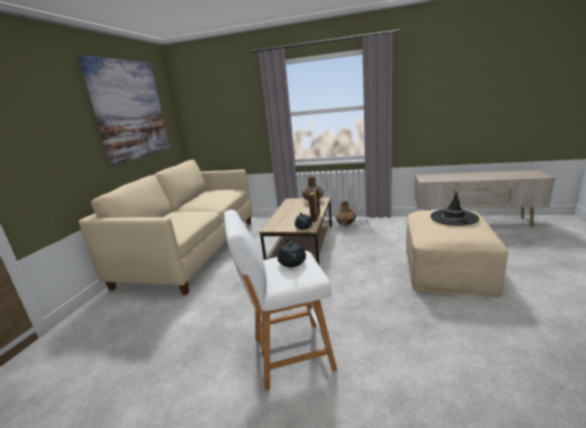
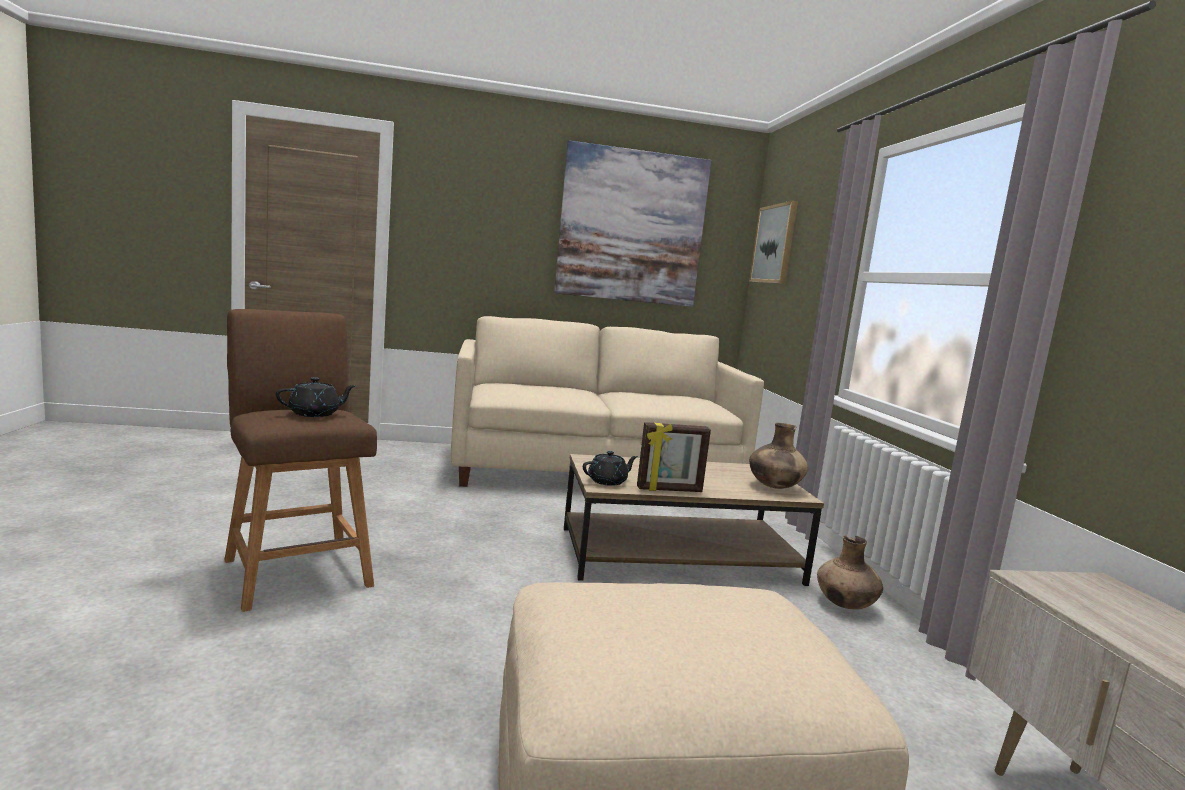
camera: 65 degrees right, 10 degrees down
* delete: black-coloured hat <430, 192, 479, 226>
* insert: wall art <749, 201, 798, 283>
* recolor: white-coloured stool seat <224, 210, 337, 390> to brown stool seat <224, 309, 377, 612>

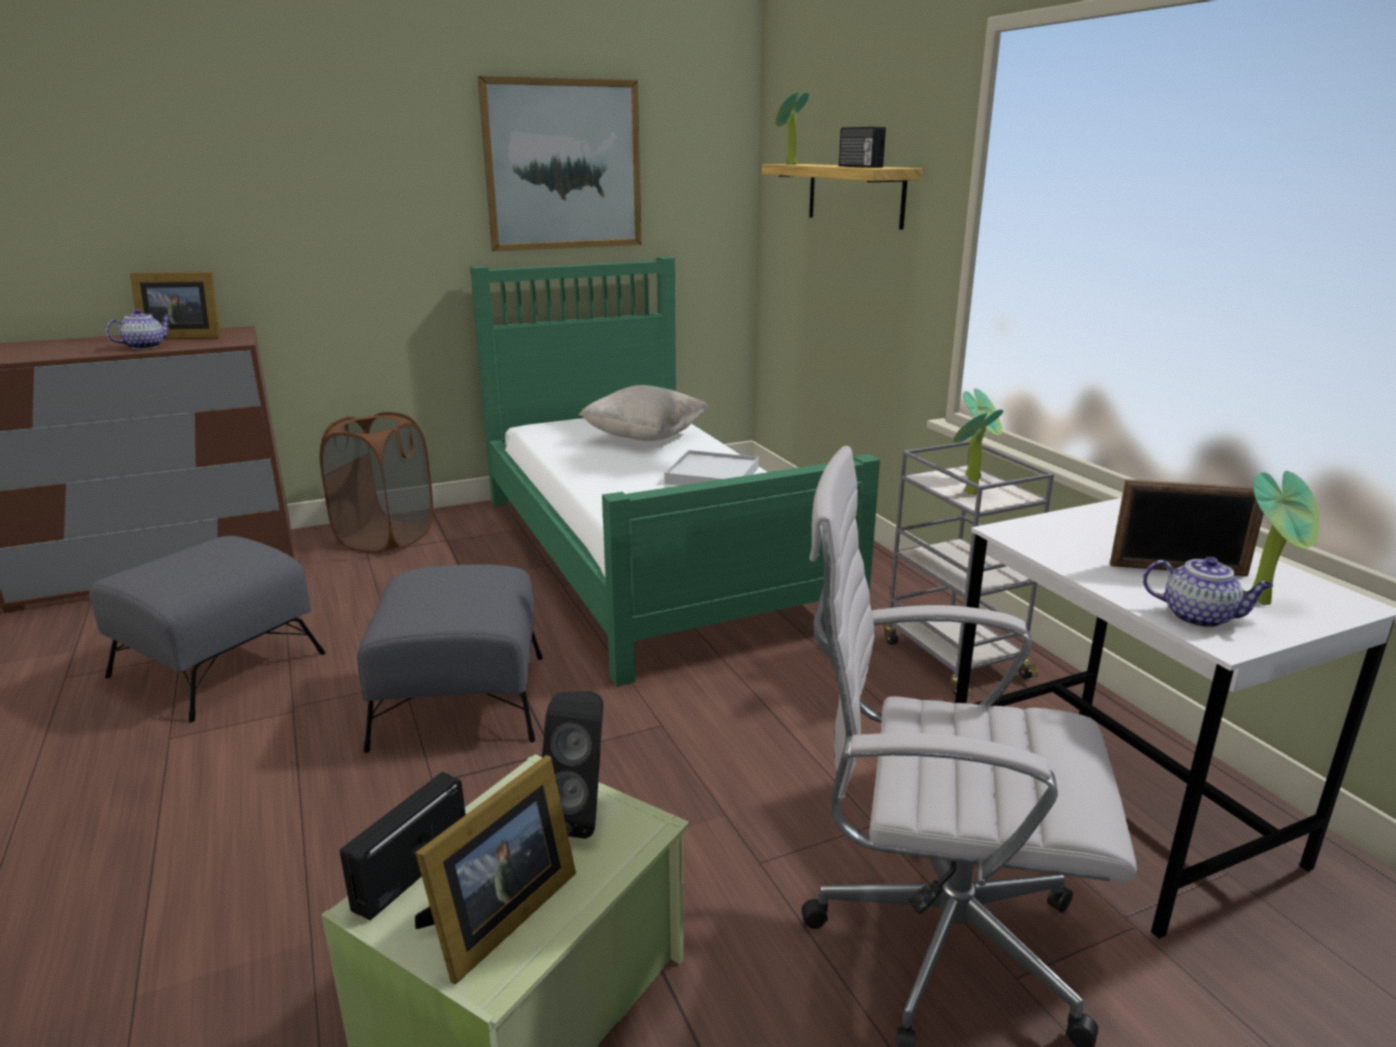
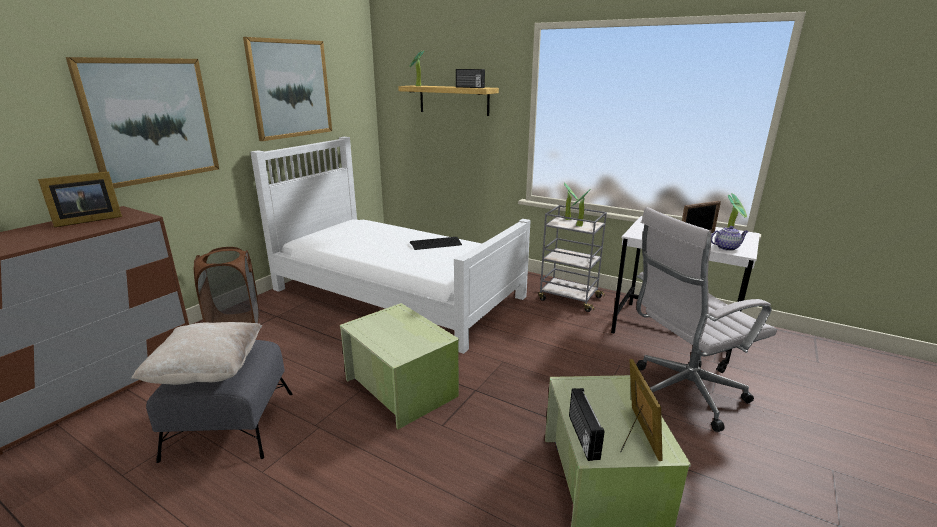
camera: 35 degrees left, 0 degrees up
* delete: tea pot <106, 309, 172, 349>
* delete: black-coloured loudspeaker <542, 691, 603, 839>
* insert: wall art <66, 57, 219, 189>
* move: sand-coloured cushion <579, 385, 708, 441> to <131, 322, 262, 385>
* replace: greyish pouffe <357, 564, 543, 753> to green storage box <340, 303, 459, 430>
* replace: white-coloured tray <664, 450, 759, 486> to computer keyboard <410, 237, 462, 250>
* recolor: green sleeping bed <470, 257, 880, 687> to white-coloured sleeping bed <250, 137, 531, 354>

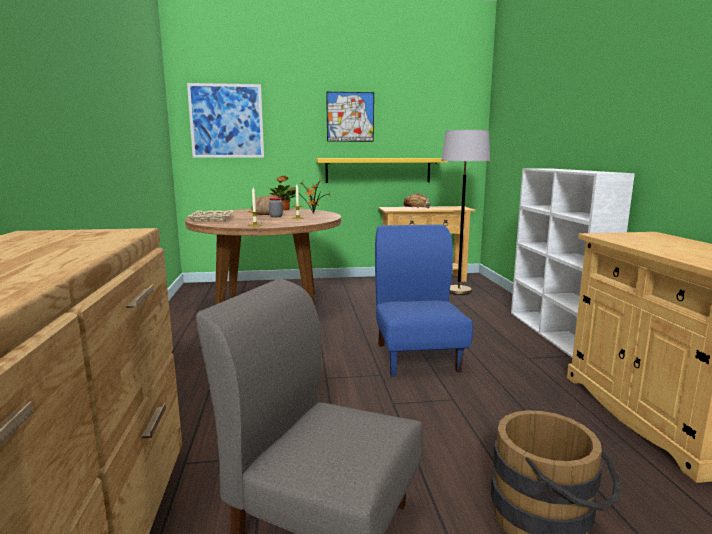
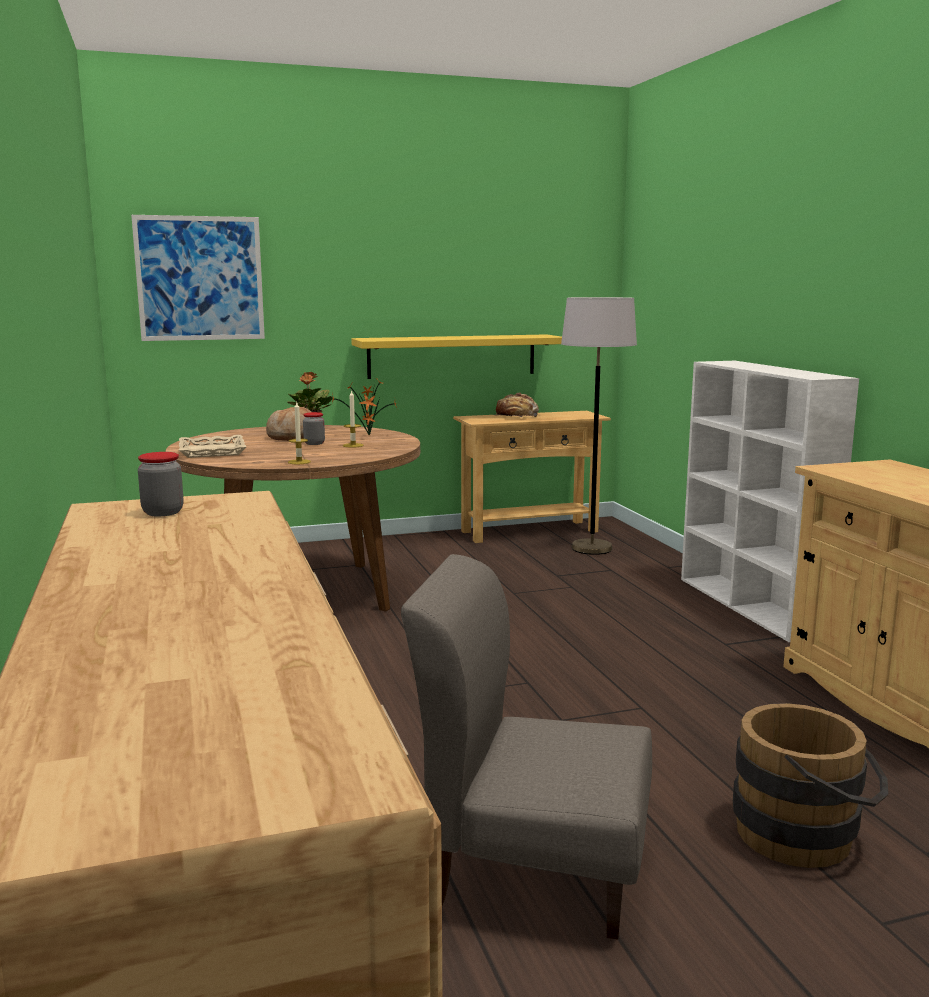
camera: 10 degrees left, 0 degrees up
* delete: wall art <326, 92, 374, 142>
* delete: bluish chair <375, 224, 473, 377>
* insert: storage jar <138, 452, 183, 516>

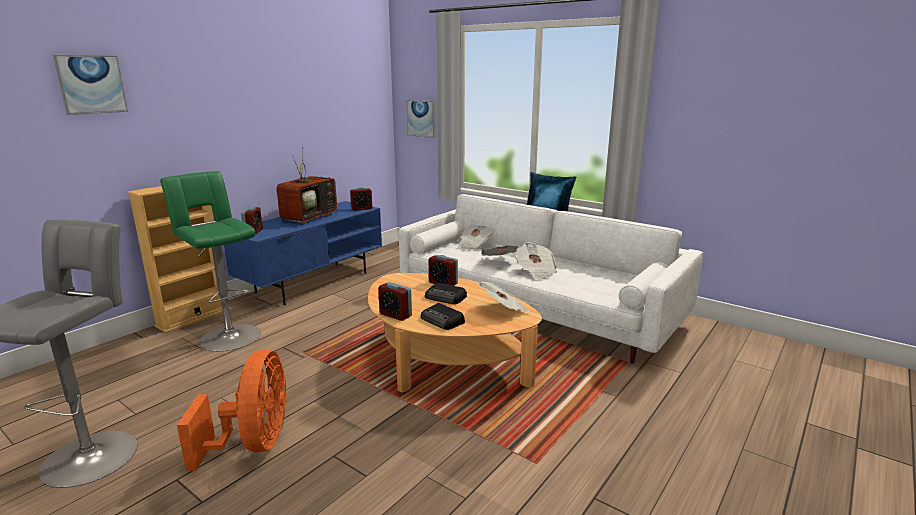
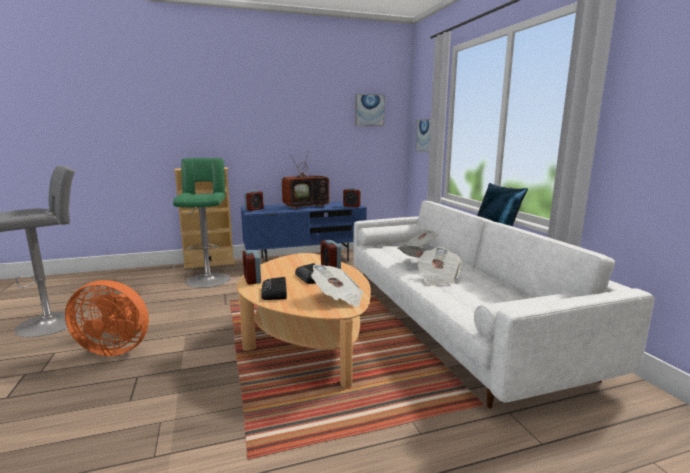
camera: 35 degrees right, 5 degrees down
* move: wall art <53, 55, 128, 115> to <355, 94, 385, 126>
* rotate: orange fan <177, 350, 287, 471> = <65, 280, 149, 356> 60 degrees clockwise

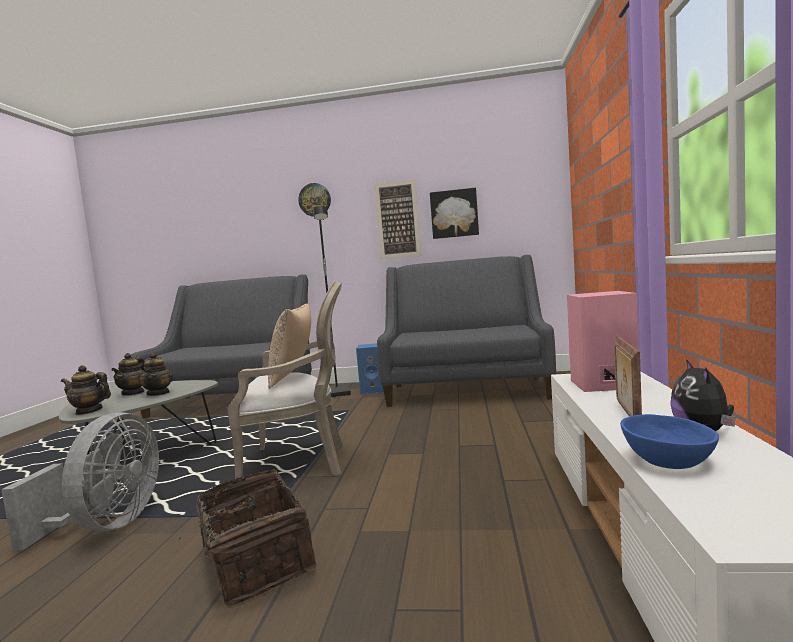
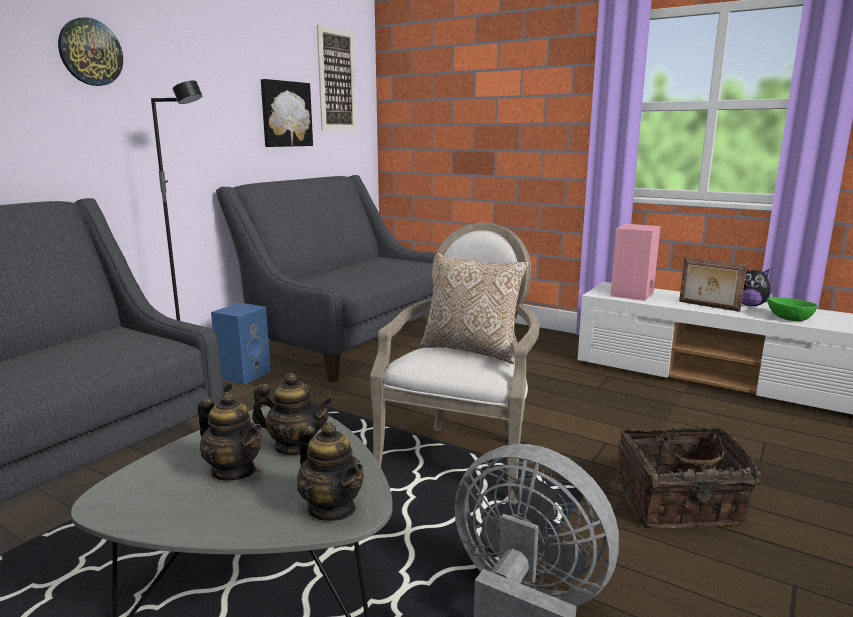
camera: 65 degrees left, 10 degrees up
* move: wall art <374, 179, 422, 260> to <317, 25, 357, 130>
* recolor: bluish serving bowl <620, 414, 719, 469> to green serving bowl <768, 297, 818, 321>
* rotate: tea pot <61, 365, 111, 415> = <297, 422, 364, 521> 75 degrees counterclockwise

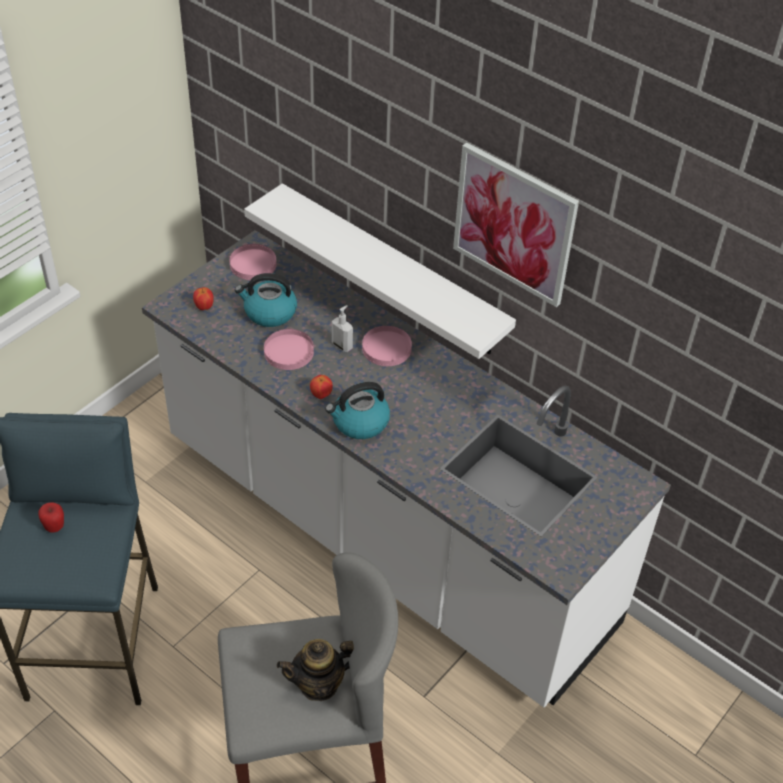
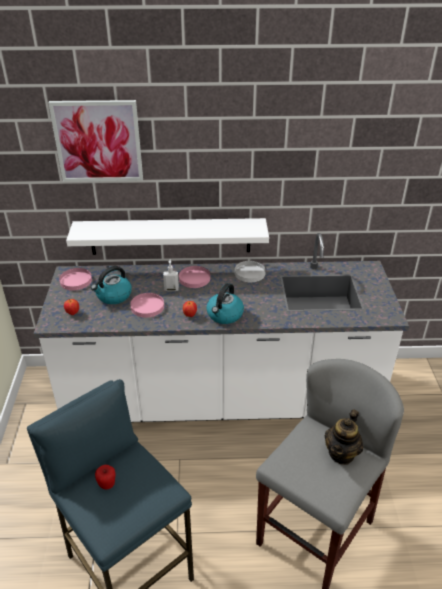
camera: 40 degrees left, 10 degrees down
* insert: white-coloured flat dish <235, 261, 266, 282>
* move: wall art <453, 143, 579, 307> to <48, 100, 143, 182>

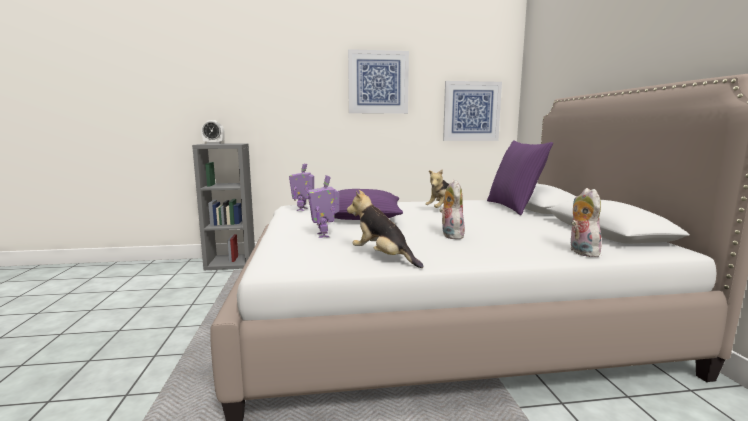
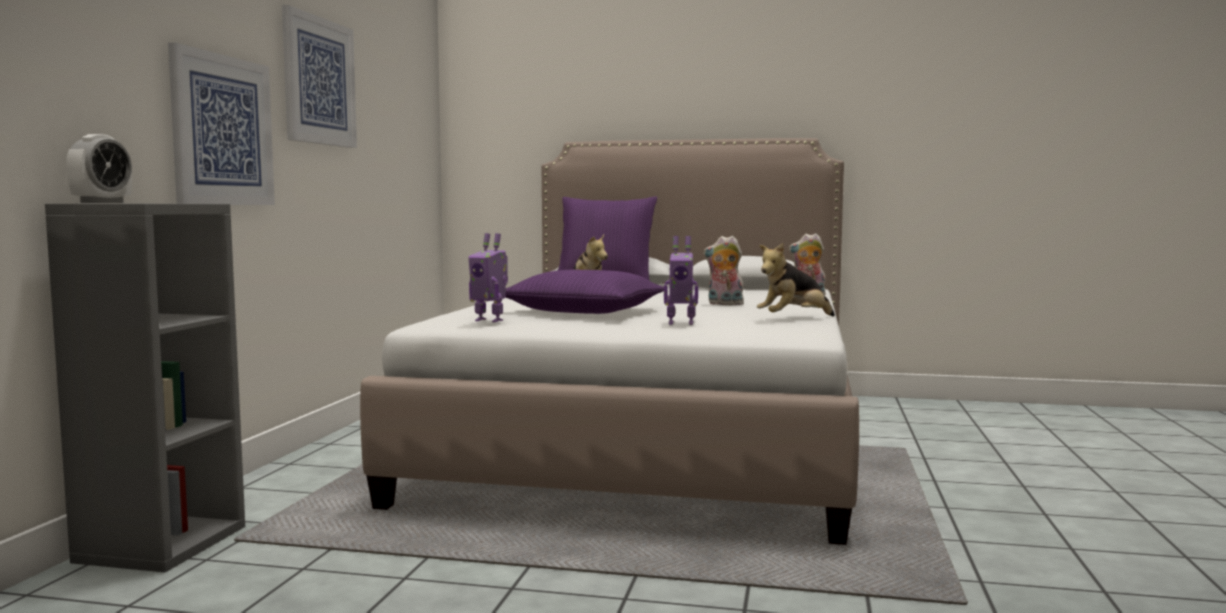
camera: 70 degrees left, 5 degrees down
* move: wall art <443, 81, 502, 141> to <168, 42, 275, 205>

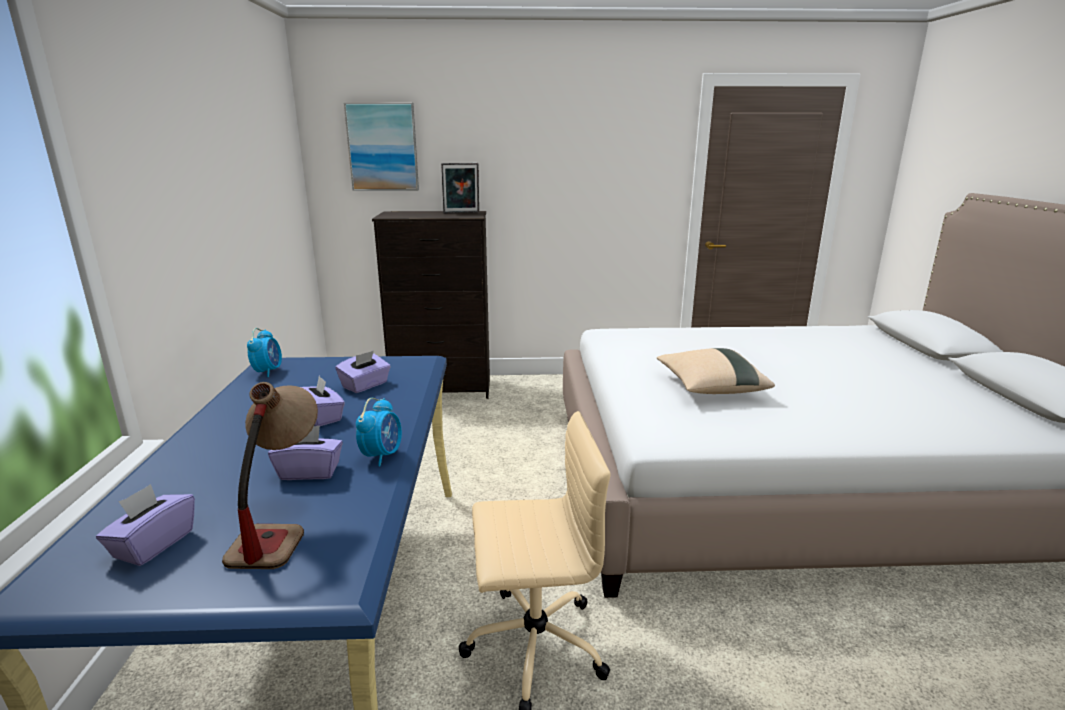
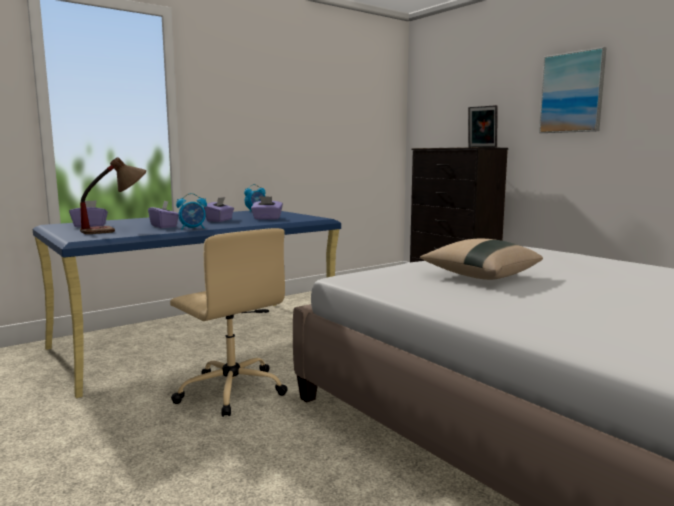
camera: 55 degrees right, 10 degrees down
* move: wall art <344, 103, 419, 191> to <539, 47, 607, 133>

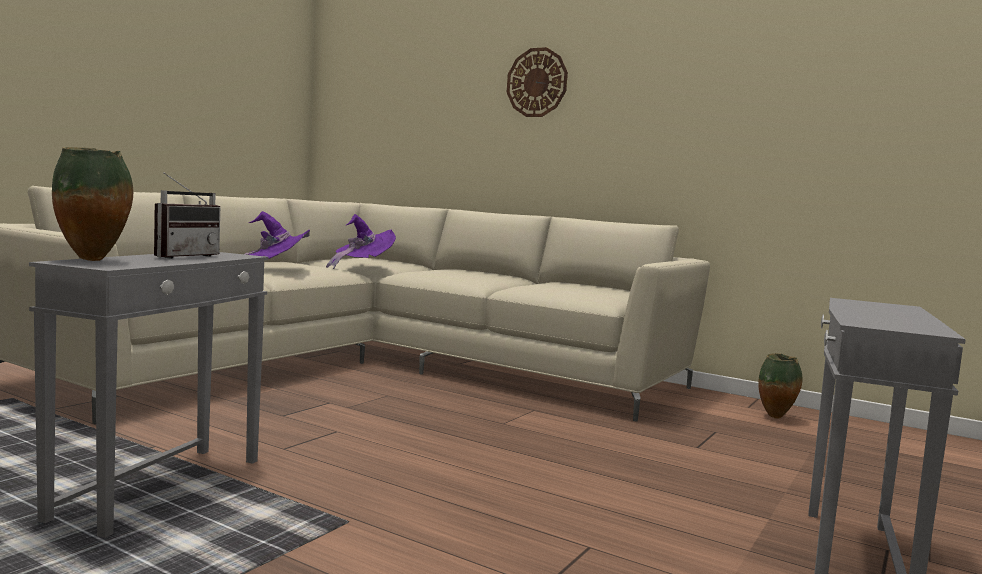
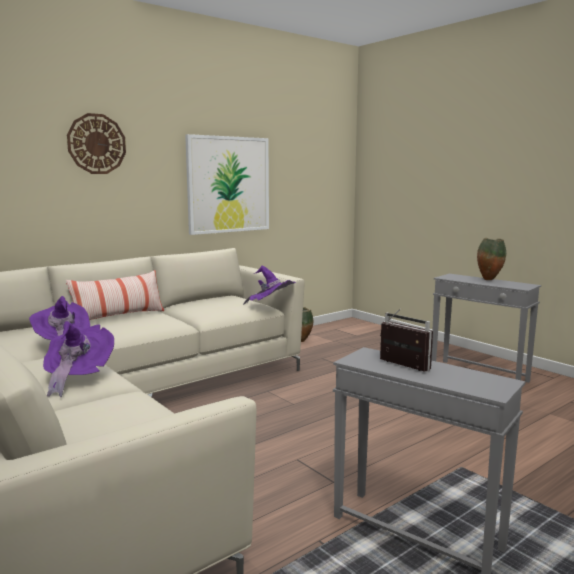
camera: 70 degrees left, 5 degrees up
* insert: cushion <66, 270, 164, 320>
* insert: wall art <185, 134, 269, 235>
* insert: purplish hat <243, 265, 296, 305>
* move: flower vase <52, 147, 133, 261> to <477, 238, 506, 280>

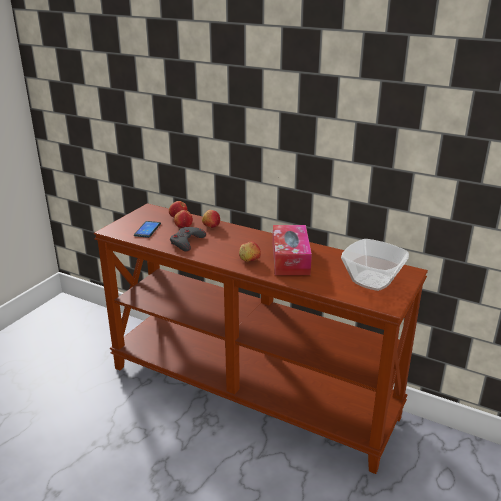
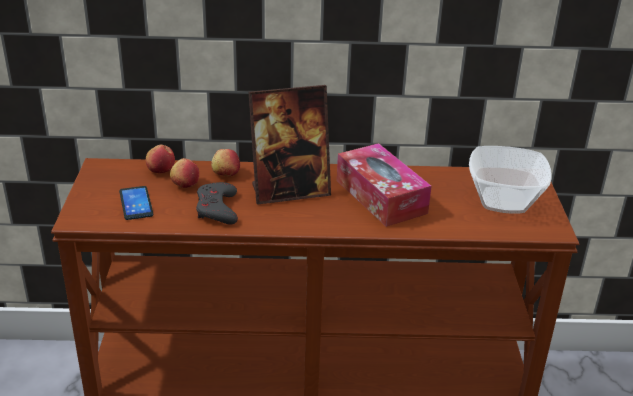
camera: 30 degrees left, 5 degrees up
* delete: apple fruit <239, 242, 261, 262>
* insert: photo frame <248, 85, 331, 205>

